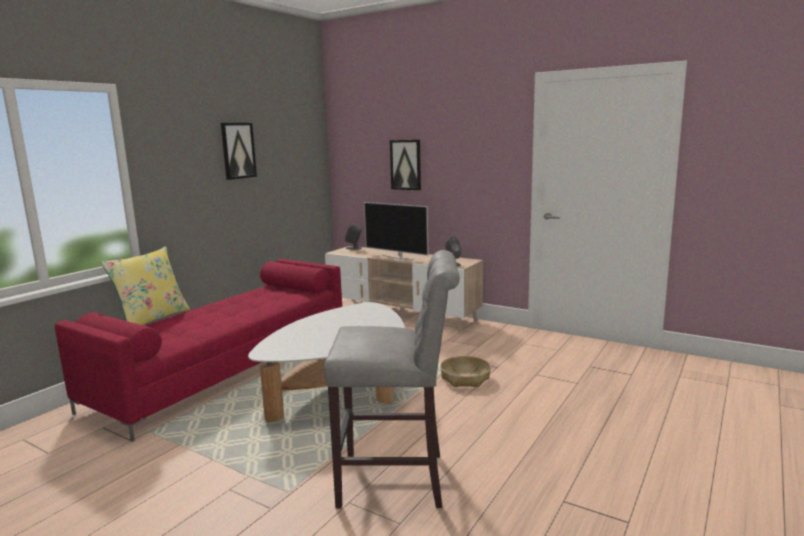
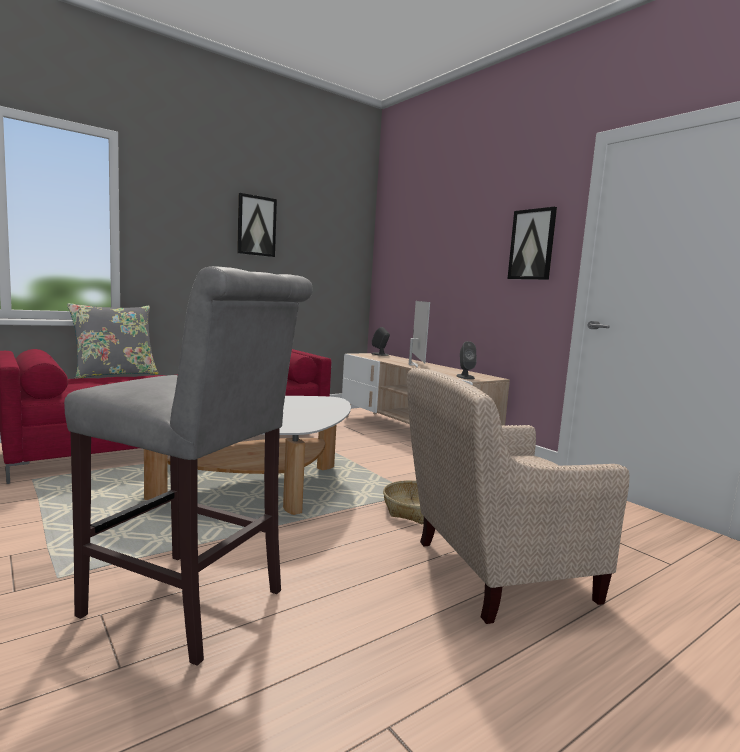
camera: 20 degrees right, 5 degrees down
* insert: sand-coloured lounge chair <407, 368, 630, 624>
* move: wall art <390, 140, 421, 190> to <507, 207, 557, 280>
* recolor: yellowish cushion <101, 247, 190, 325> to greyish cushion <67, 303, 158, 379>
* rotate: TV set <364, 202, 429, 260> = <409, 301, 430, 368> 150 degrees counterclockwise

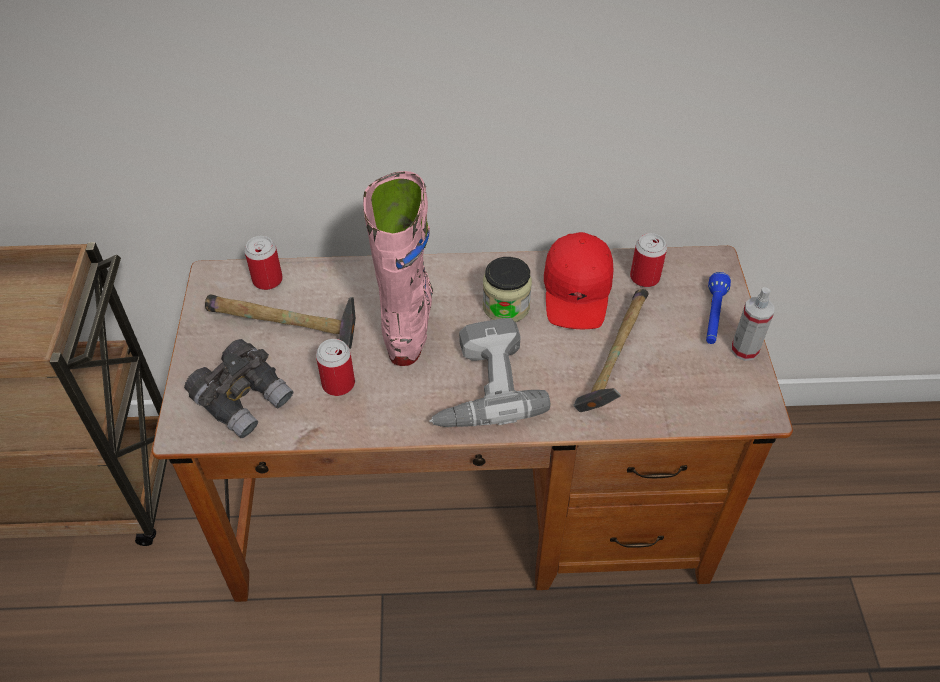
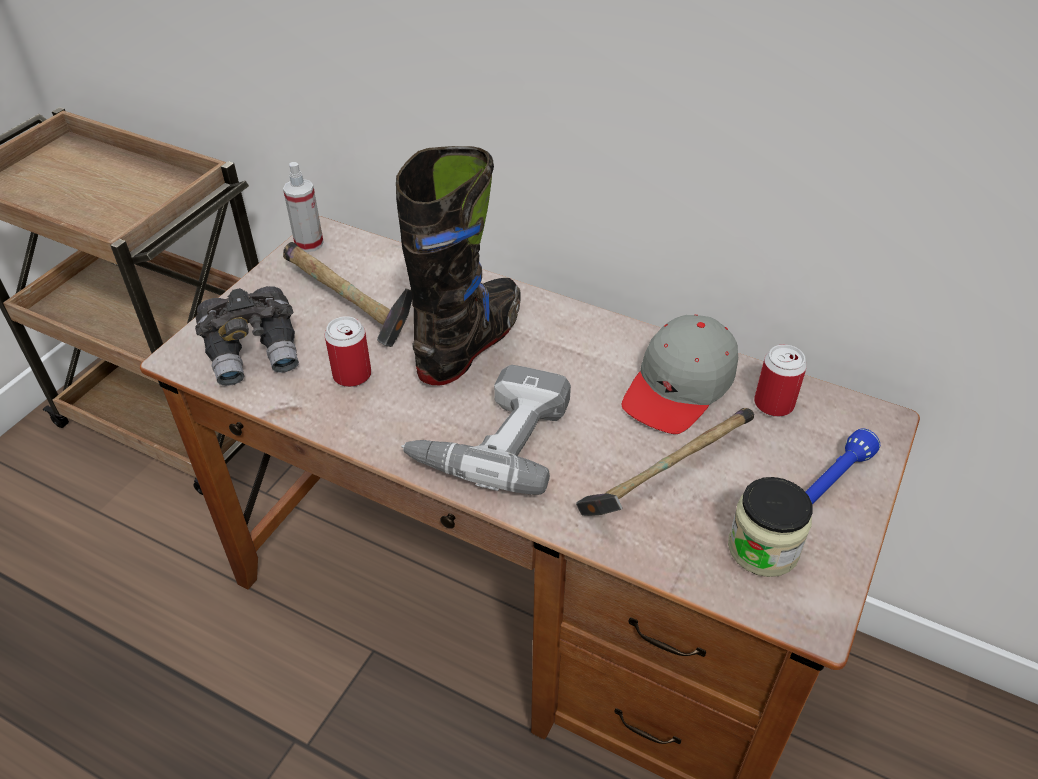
camera: 30 degrees right, 5 degrees down
* delete: can <245, 236, 283, 290>
* move: storage jar <483, 257, 532, 322> to <728, 477, 813, 577>
* move: spray bottle <731, 287, 774, 361> to <283, 162, 324, 252>
* recolor: pink-coloured tall boot <363, 171, 433, 366> to black-coloured tall boot <396, 146, 521, 385>
* recolor: red-coloured cap <544, 232, 613, 329> to greyish cap <622, 315, 738, 434>

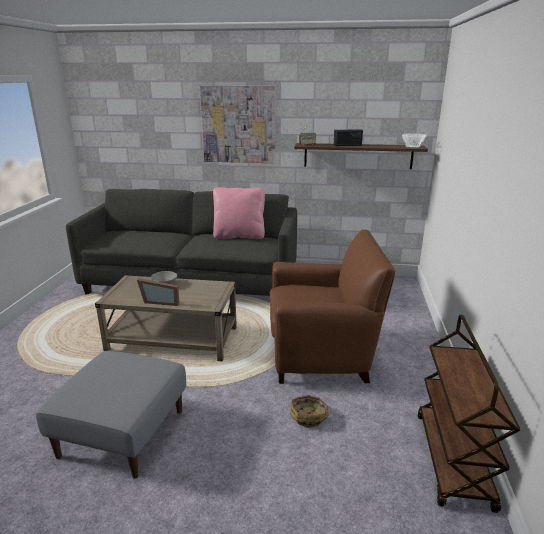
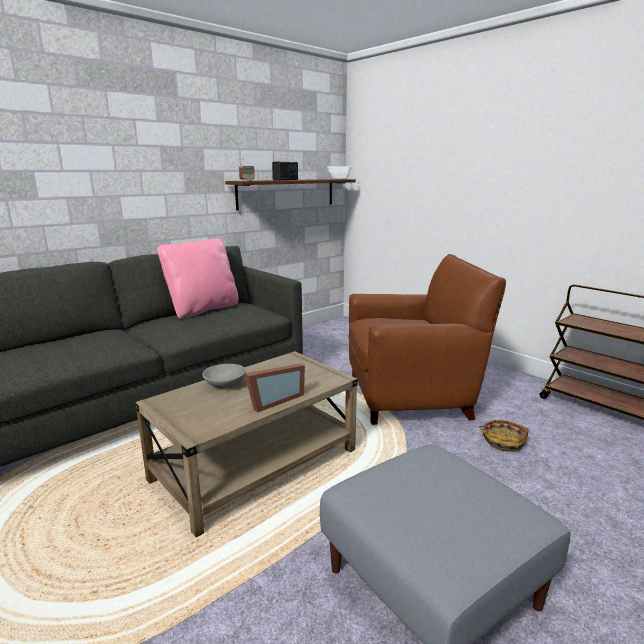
camera: 50 degrees left, 5 degrees down
* delete: wall art <200, 85, 275, 163>
* rotate: brown lounge chair <270, 229, 395, 384> = <348, 254, 506, 425> 45 degrees clockwise

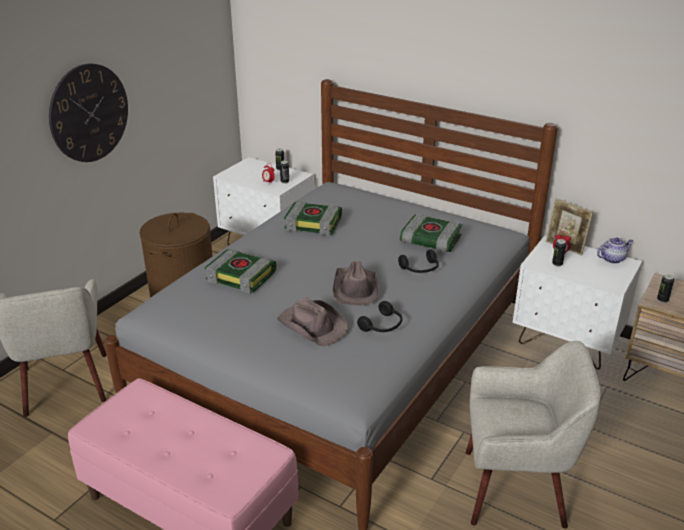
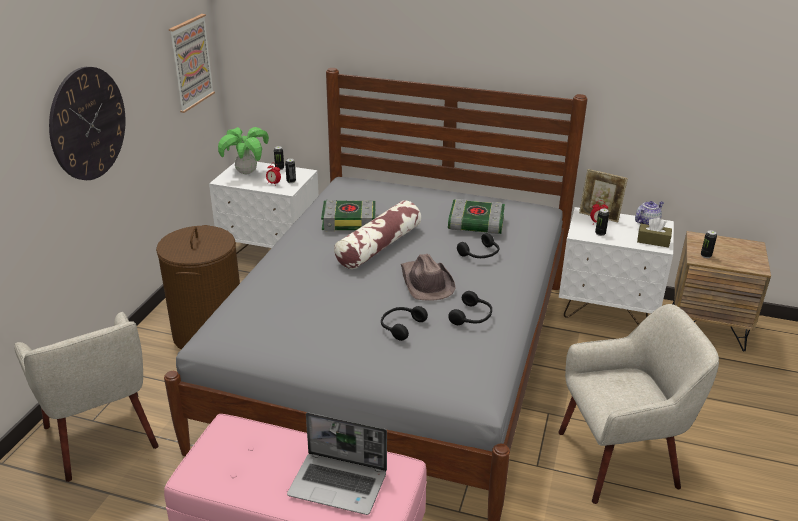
camera: 15 degrees left, 0 degrees up
* delete: bound book <205, 249, 277, 293>
* insert: wall art <169, 14, 215, 113>
* insert: plant in a pot <218, 127, 269, 175>
* insert: notebook computer <287, 412, 387, 515>
* insert: cushion <334, 200, 421, 269>
* insert: brown tissue holder <637, 217, 672, 248>
* replace: brown hat <277, 297, 348, 346> to black-coloured headphones <381, 306, 428, 341>

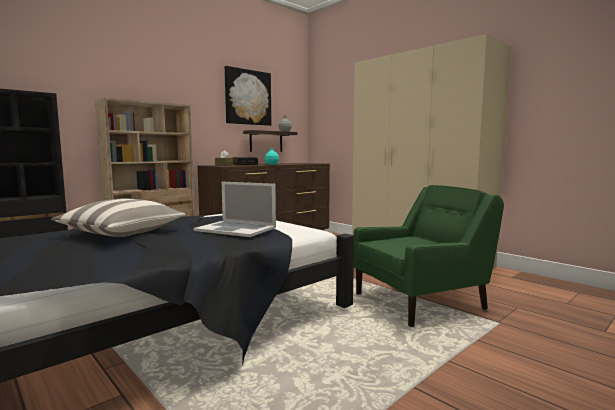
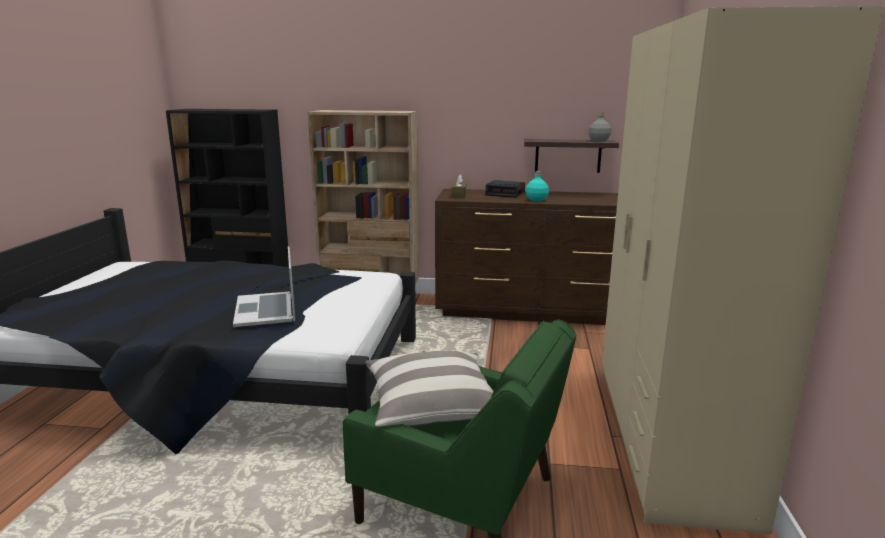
camera: 50 degrees right, 10 degrees up
* delete: wall art <225, 66, 271, 126>
* move: cushion <51, 198, 186, 237> to <365, 350, 494, 427>

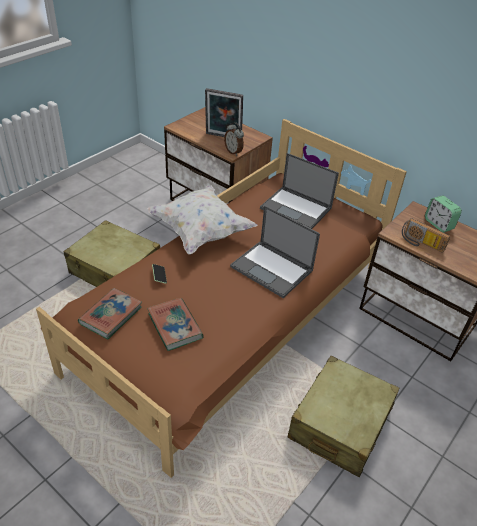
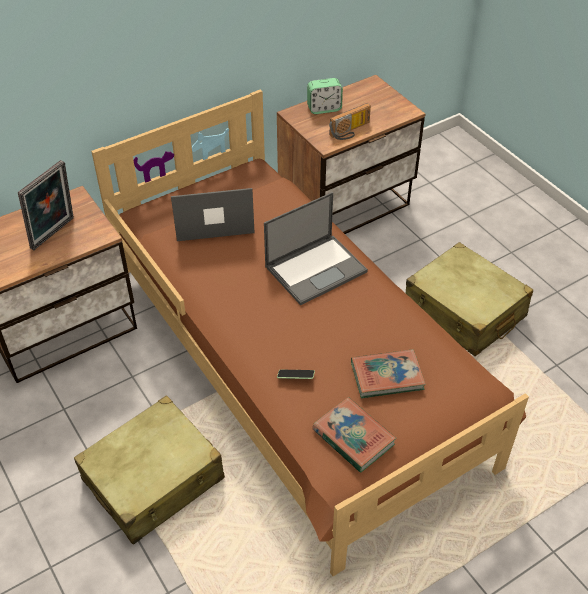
camera: 70 degrees left, 5 degrees up
* delete: white-coloured cushion <147, 185, 258, 254>
* delete: table clock <224, 122, 244, 156>
* rotate: notebook computer <260, 153, 339, 229> = <171, 188, 255, 241> 150 degrees counterclockwise

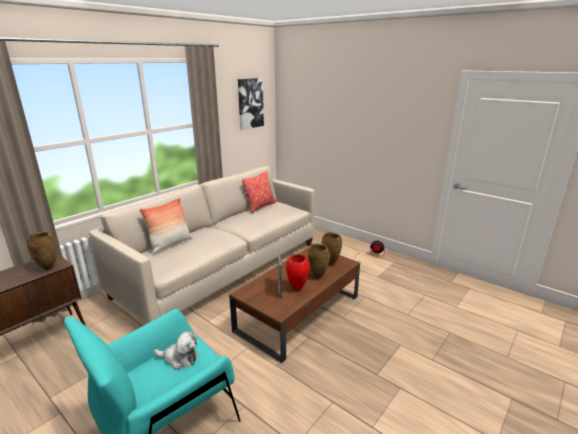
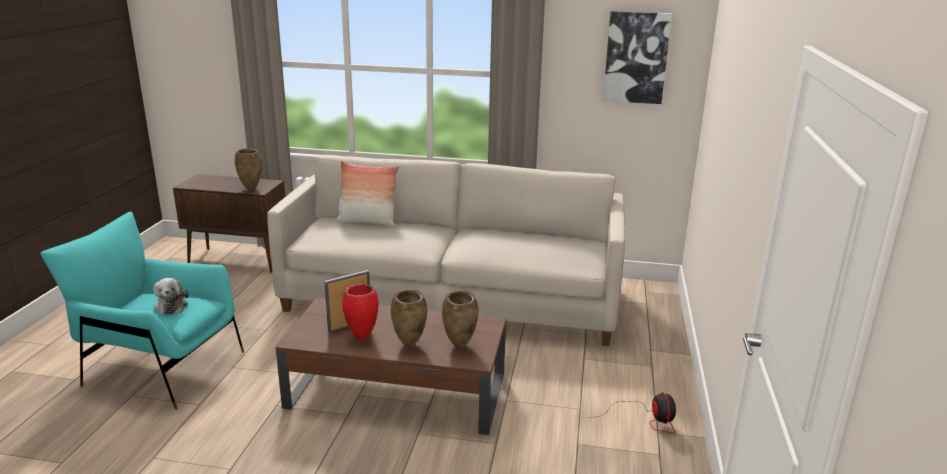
camera: 60 degrees right, 0 degrees up
* delete: cushion <242, 171, 276, 213>

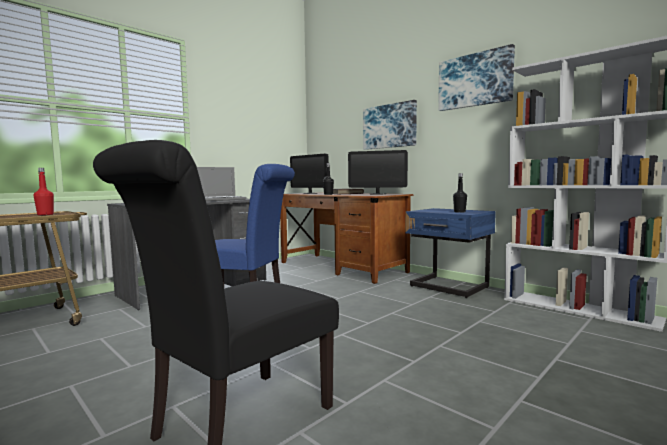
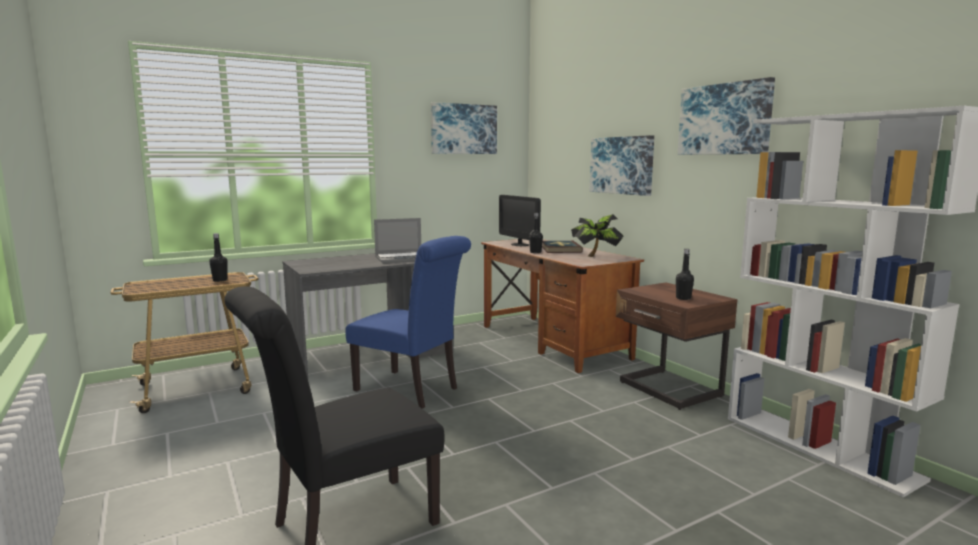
camera: 15 degrees right, 5 degrees up
* insert: wall art <431, 102, 497, 154>
* replace: computer screen <348, 150, 408, 194> to plant in a pot <571, 214, 623, 257>
* recolor: red-coloured bottle <34, 168, 54, 215> to black-coloured bottle <209, 233, 228, 282>
* recolor: bluish bedside table <405, 208, 496, 298> to brown bedside table <616, 282, 737, 410>

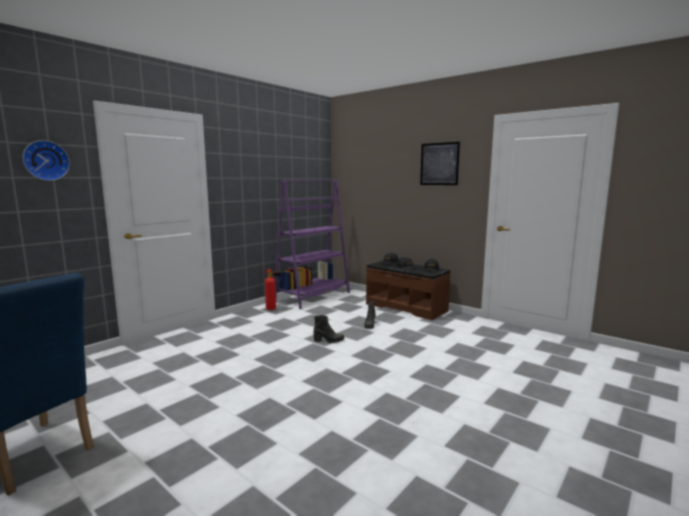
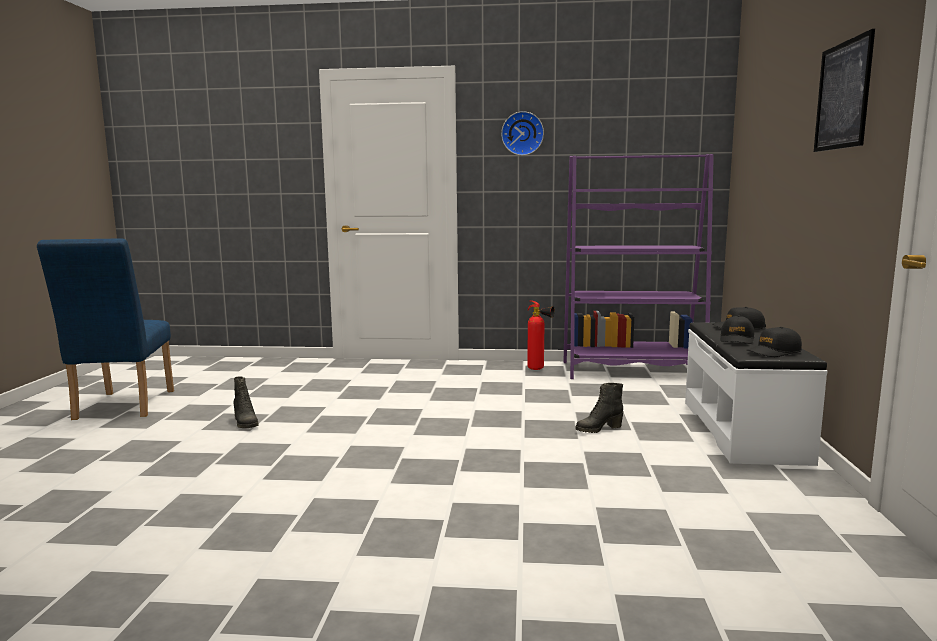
camera: 55 degrees right, 0 degrees up
* move: hanging clock <23, 140, 70, 181> to <501, 111, 544, 156>
* move: black-coloured tall boot <314, 315, 344, 343> to <233, 376, 259, 428>
* recolor: brown bench <366, 260, 451, 320> to white-coloured bench <685, 322, 828, 466>

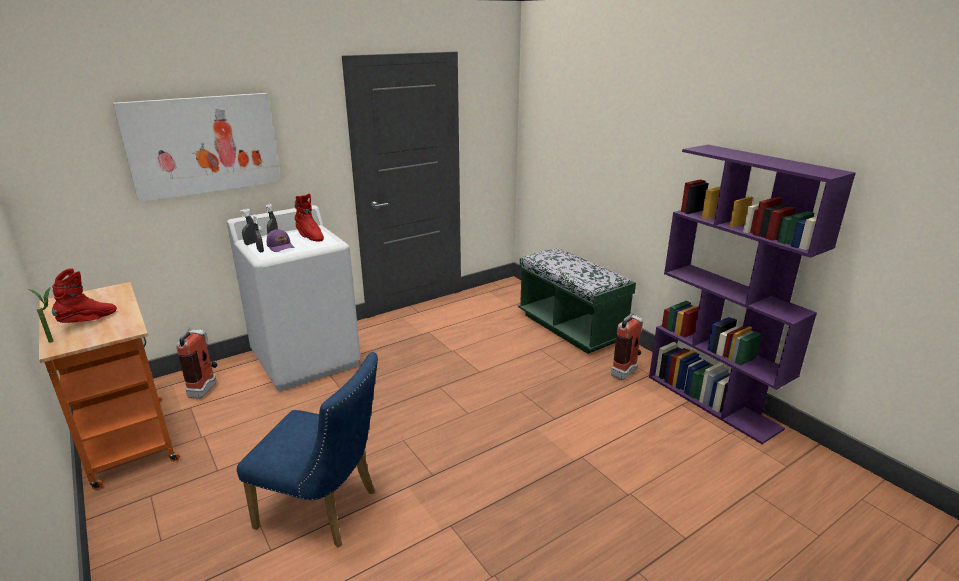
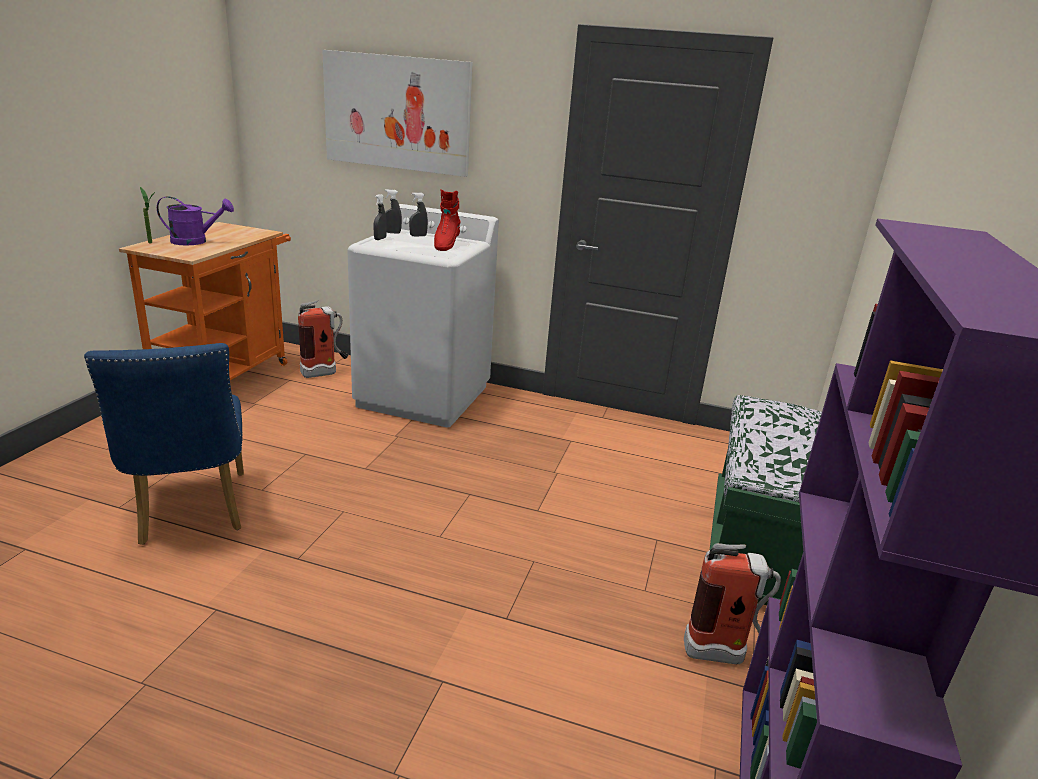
camera: 50 degrees right, 0 degrees up
* delete: purplish cap <267, 229, 295, 252>
* replace: red-coloured tall boot <52, 268, 117, 323> to purplish watering can <157, 196, 234, 245>

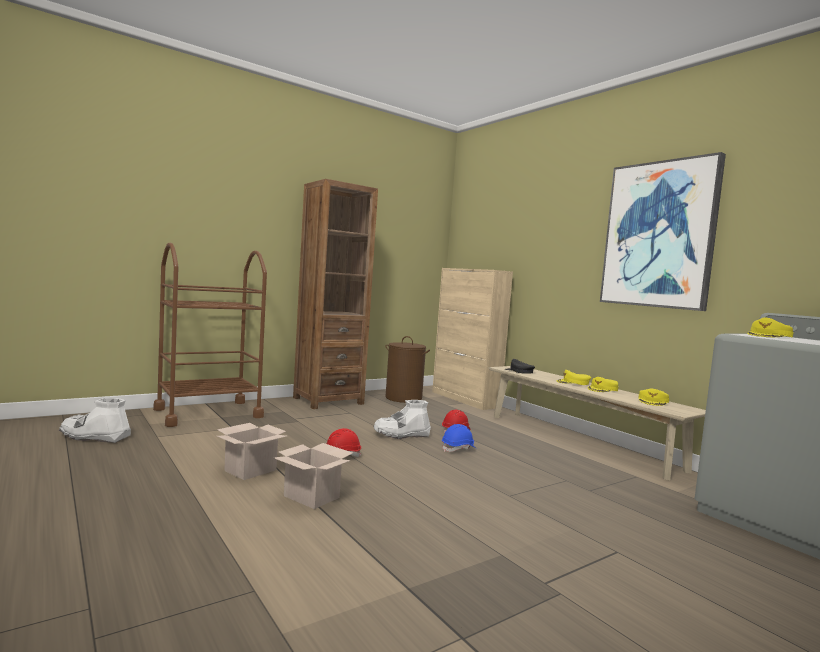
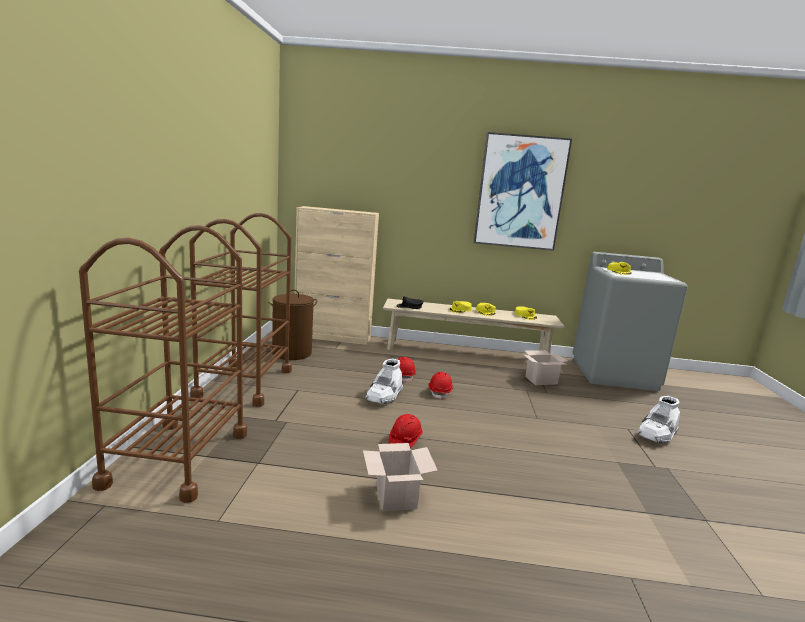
camera: 50 degrees left, 10 degrees up
* move: white-coloured tall boot <58, 398, 131, 443> to <637, 396, 680, 444>
* move: packing box <273, 443, 352, 509> to <524, 350, 568, 385>
* replace: brown bookcase <293, 179, 378, 409> to brown trolley <189, 213, 292, 407>
* recolor: bluish hard hat <442, 424, 477, 452> to red-coloured hard hat <429, 372, 453, 400>

